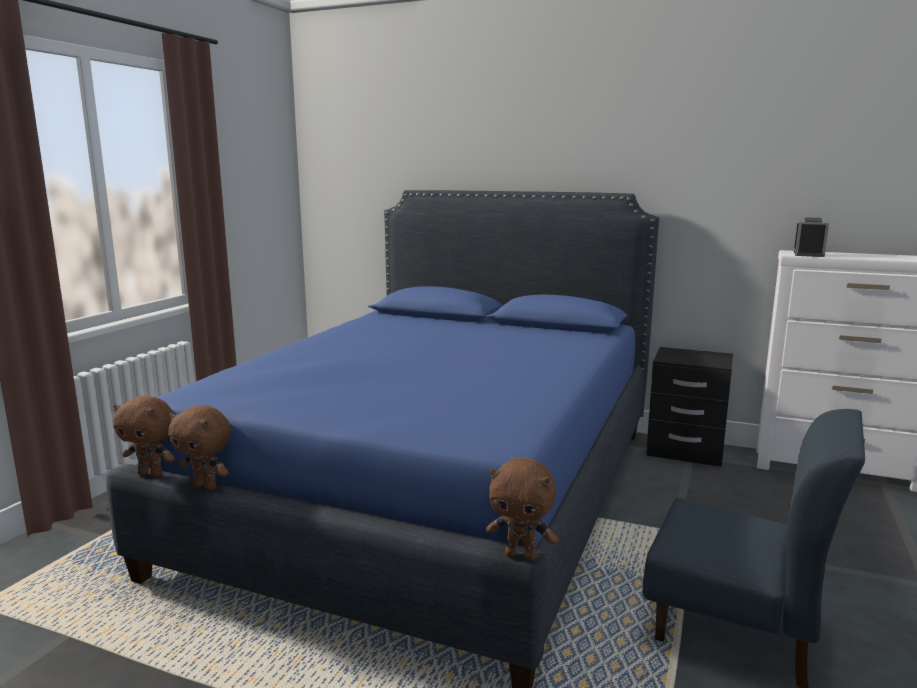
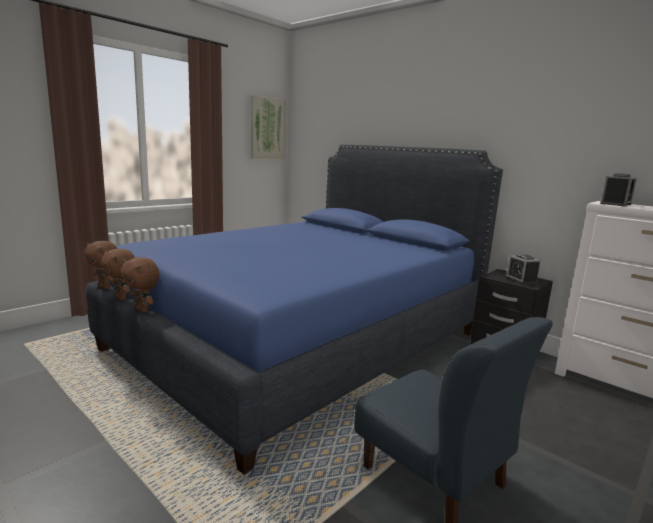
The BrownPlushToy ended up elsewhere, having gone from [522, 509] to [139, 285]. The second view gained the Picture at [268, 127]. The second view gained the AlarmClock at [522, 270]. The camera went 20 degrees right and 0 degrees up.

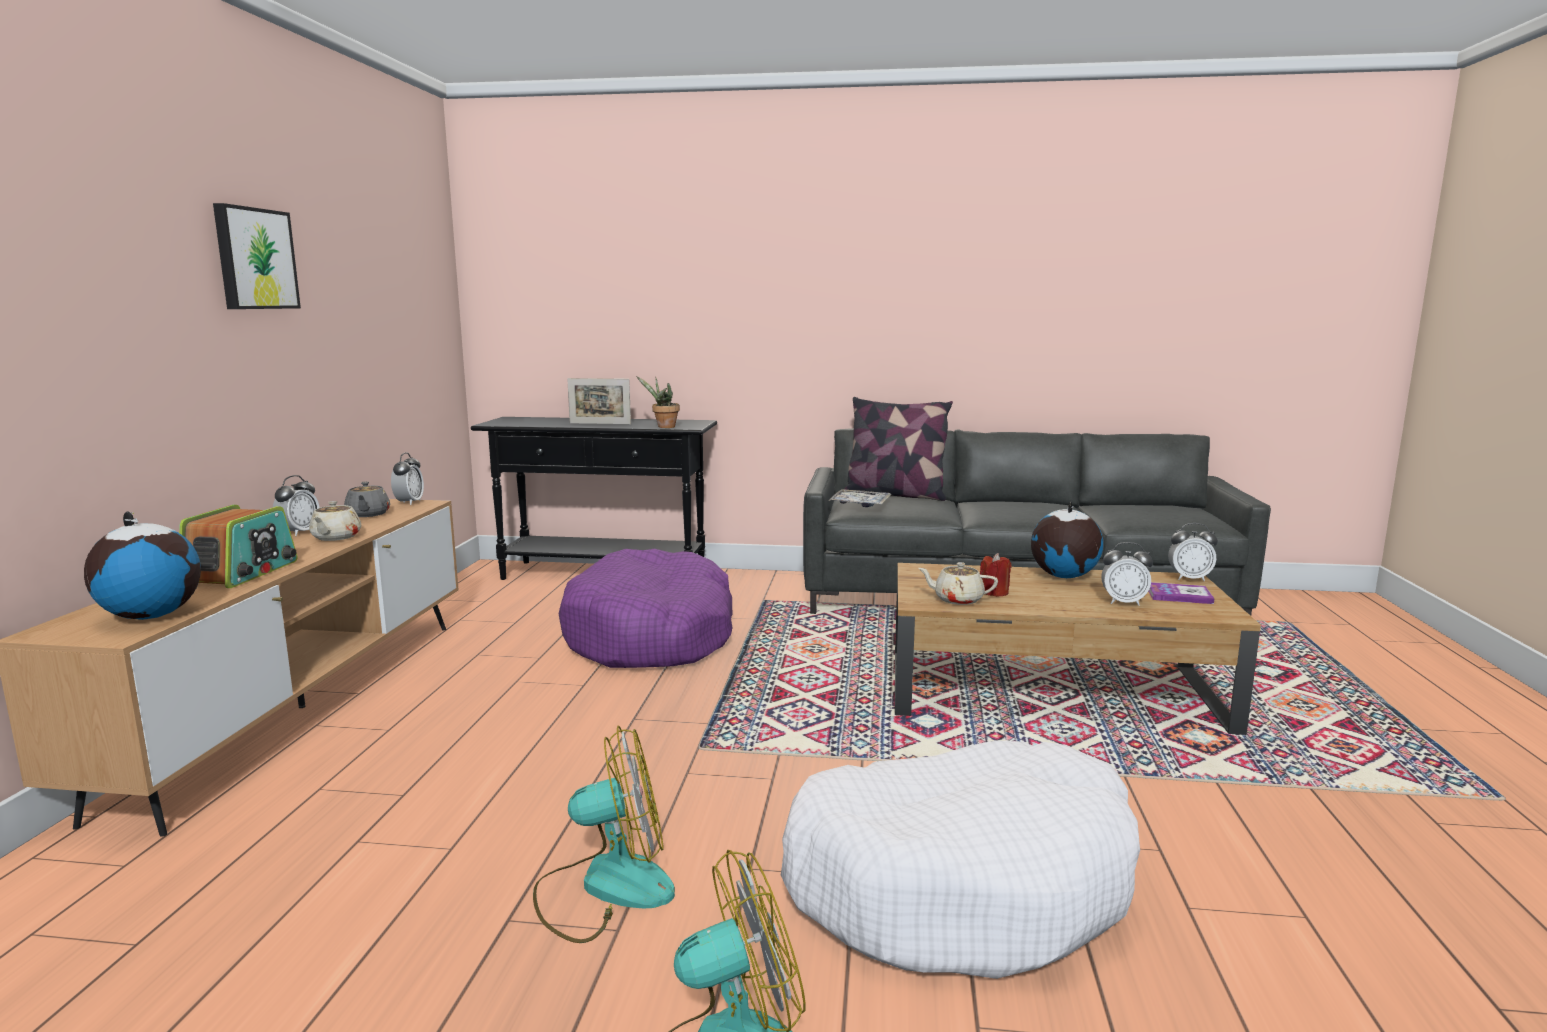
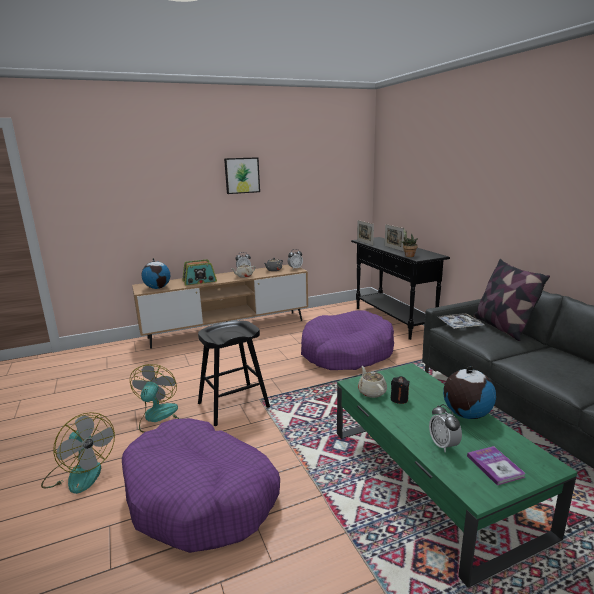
The Fan at [604, 834] ended up facing another way, 135 degrees counterclockwise from before. What was the WhiteDogBed at [960, 860] turned into the PurpleDogBed at [201, 485]. What was the BrownCoffeeTable at [1078, 649] turned into the GreenCoffeeTable at [457, 475]. What was the RedCandle at [995, 575] turned into the BlackCandle at [400, 390]. The second view lost the AlarmClock at [1193, 552]. The second view gained the BlackStool at [234, 373]. The second view gained the PictureFrame at [365, 232]. The camera went 60 degrees right and 5 degrees up.

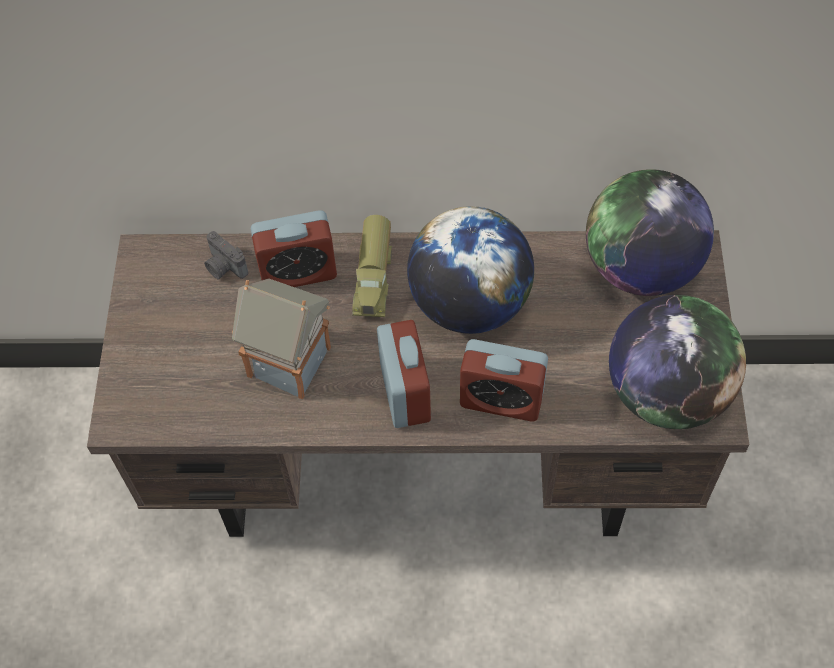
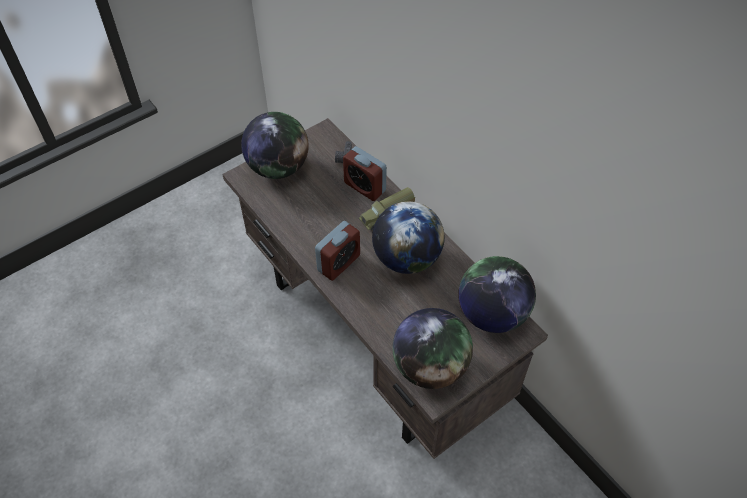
The second view lost the ToyHouse at [281, 338]. The second view lost the AlarmClock at [504, 380]. The second view gained the Globe at [275, 145]. The camera went 50 degrees right and 5 degrees down.

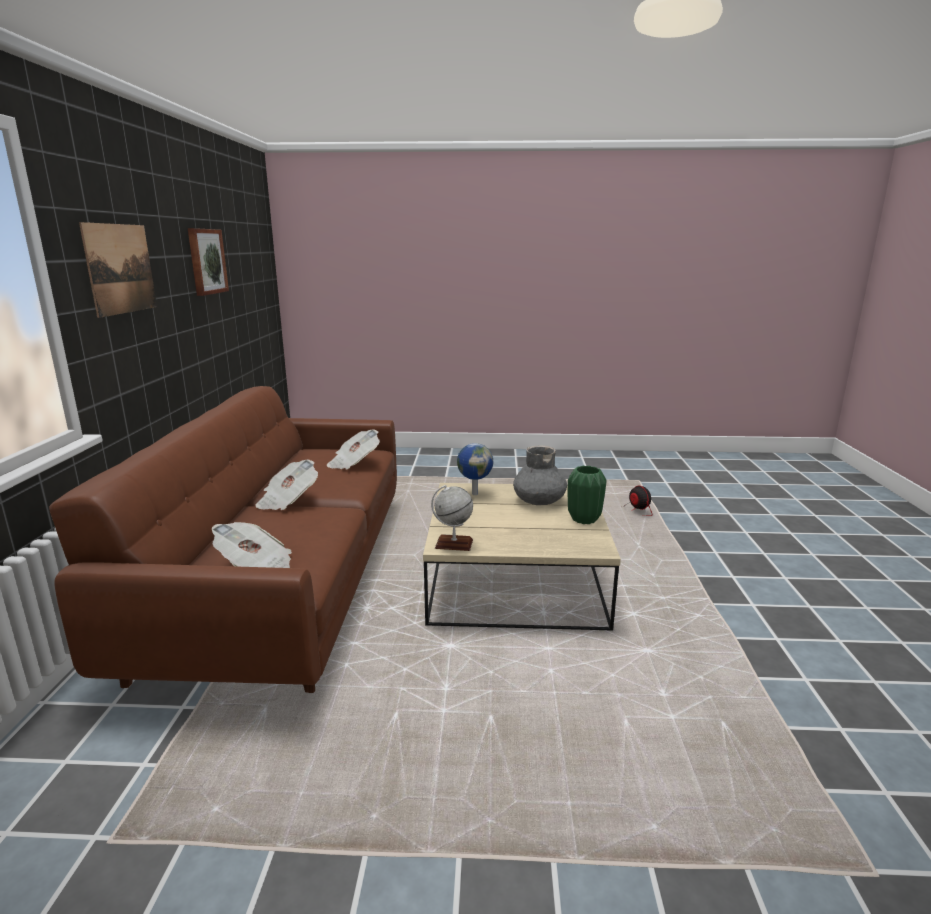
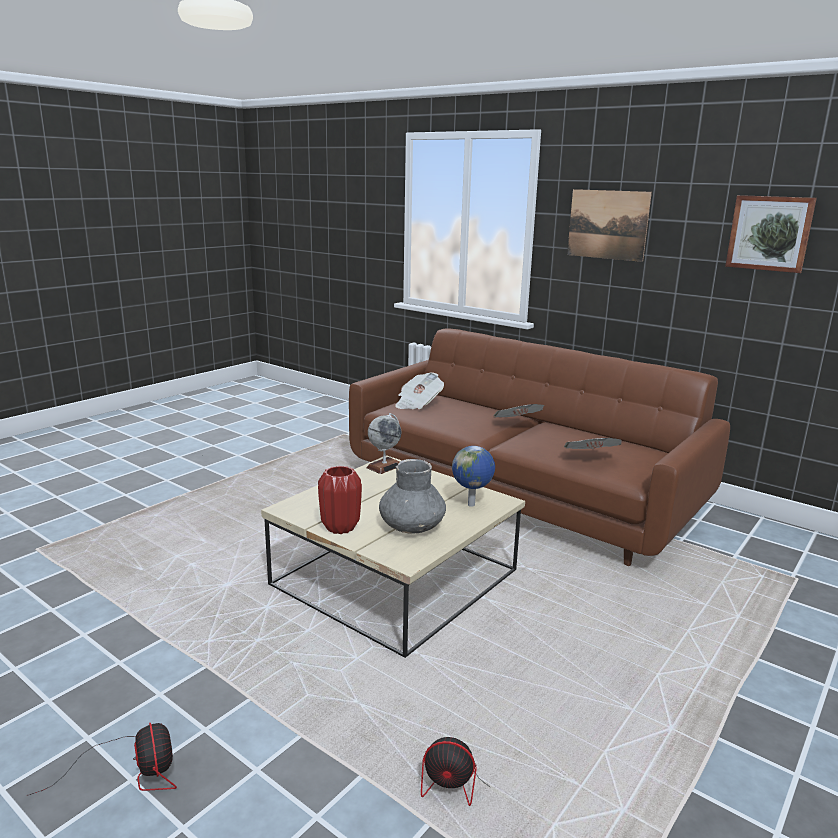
What was the GreenVase at [587, 495] turned into the RedVase at [340, 500]. The second view gained the Fan at [103, 759]. The camera went 125 degrees right and 0 degrees up.

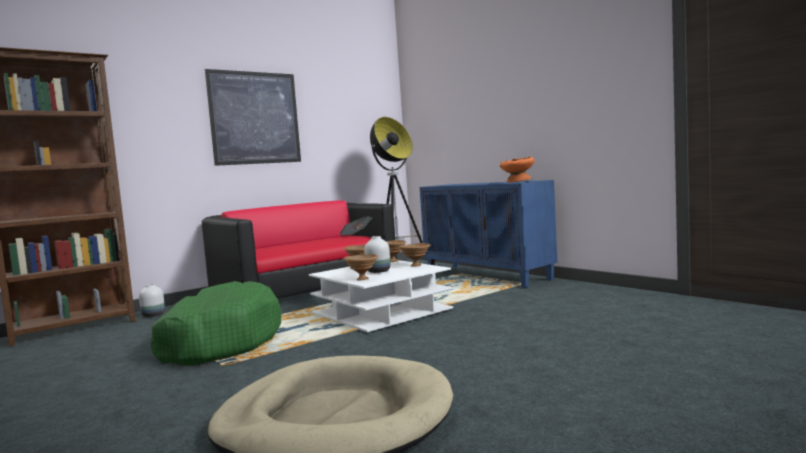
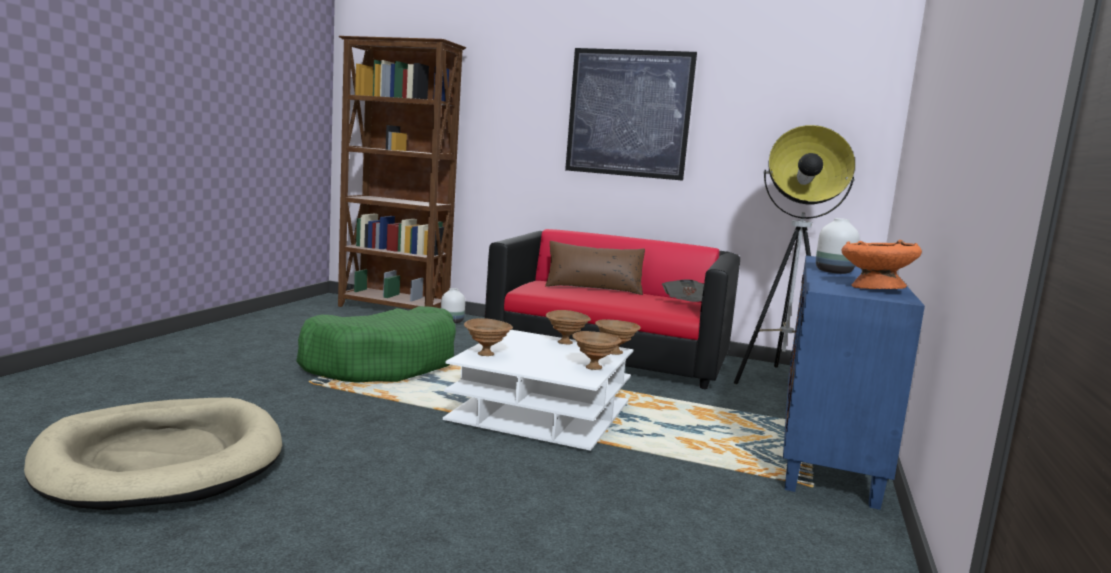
The WhiteVase ended up elsewhere, having gone from [377, 254] to [838, 246]. The second view gained the BrownPillow at [595, 268]. The camera went 55 degrees right and 5 degrees up.

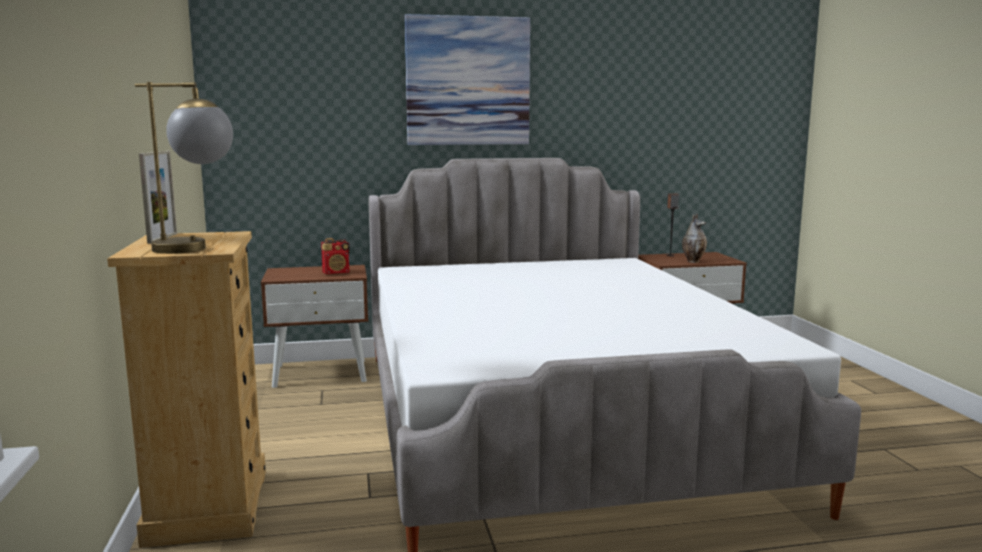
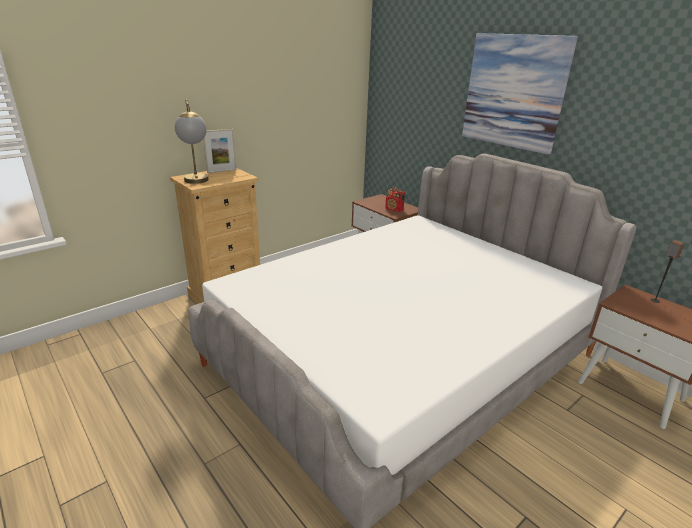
The second view lost the Vase at [694, 238]. The camera went 60 degrees right and 15 degrees up.

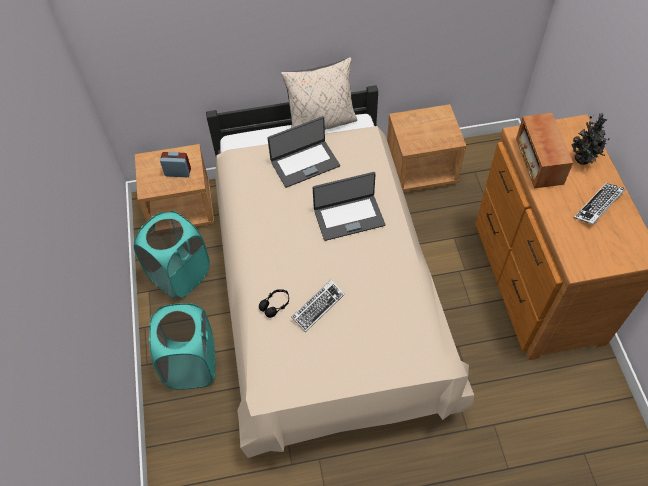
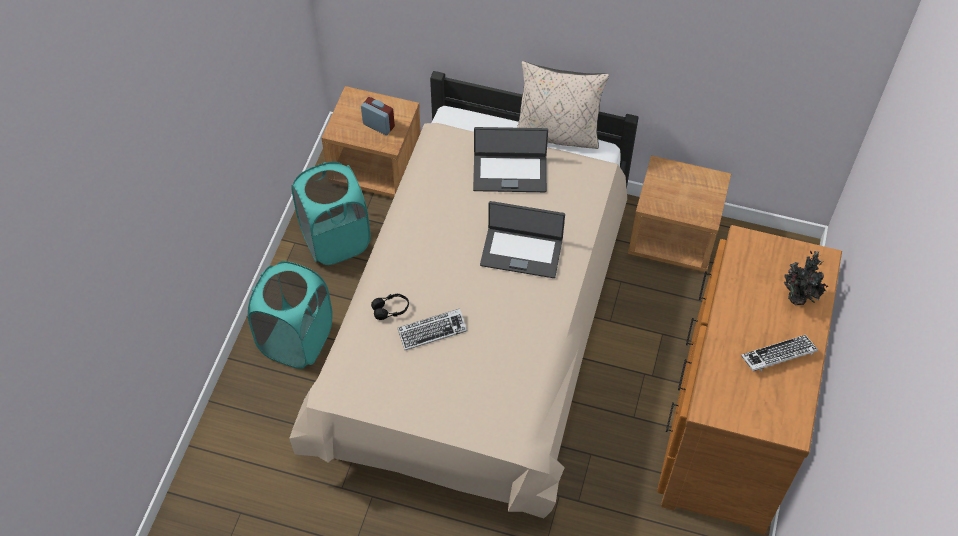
The second view lost the Radio at [544, 150]. The camera went 25 degrees right and 0 degrees up.

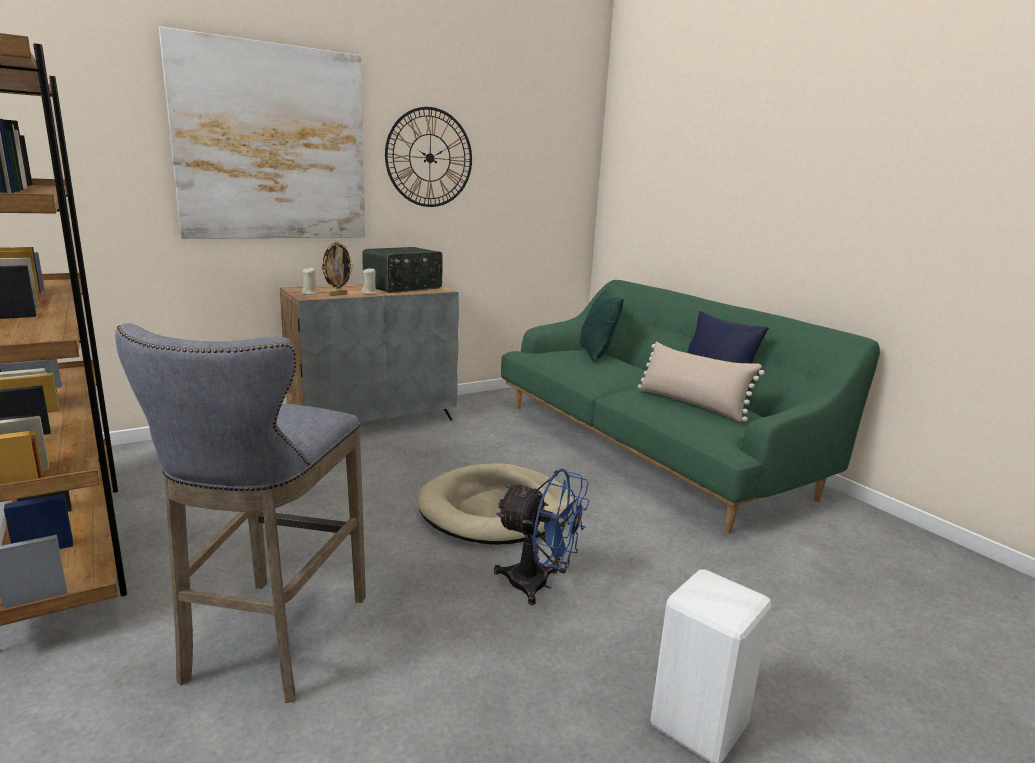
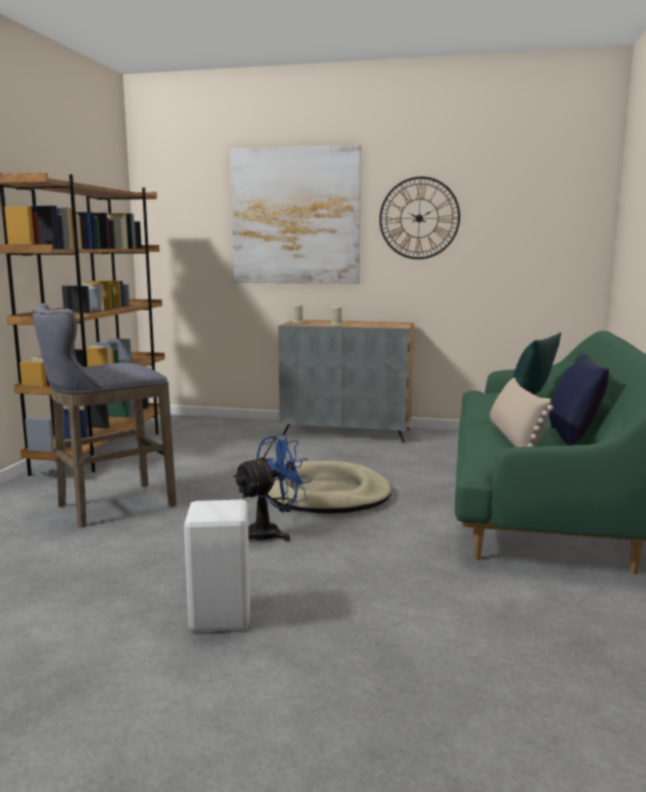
The second view lost the PictureFrame at [338, 268]. The second view lost the Radio at [402, 270]. The BlueFan at [542, 537] ended up facing another way, 105 degrees counterclockwise from before. The camera went 45 degrees right and 5 degrees down.

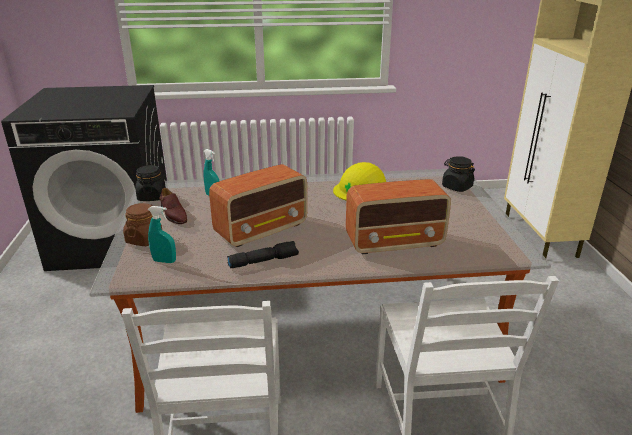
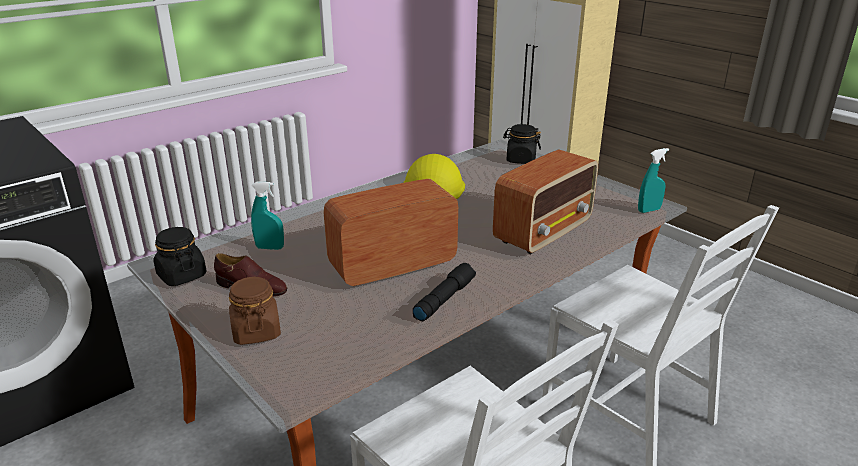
The TurquoiseSprayBottle ended up elsewhere, having gone from [162, 234] to [653, 180]. The Radio at [258, 205] ended up facing another way, 135 degrees counterclockwise from before. The camera went 35 degrees left and 0 degrees up.

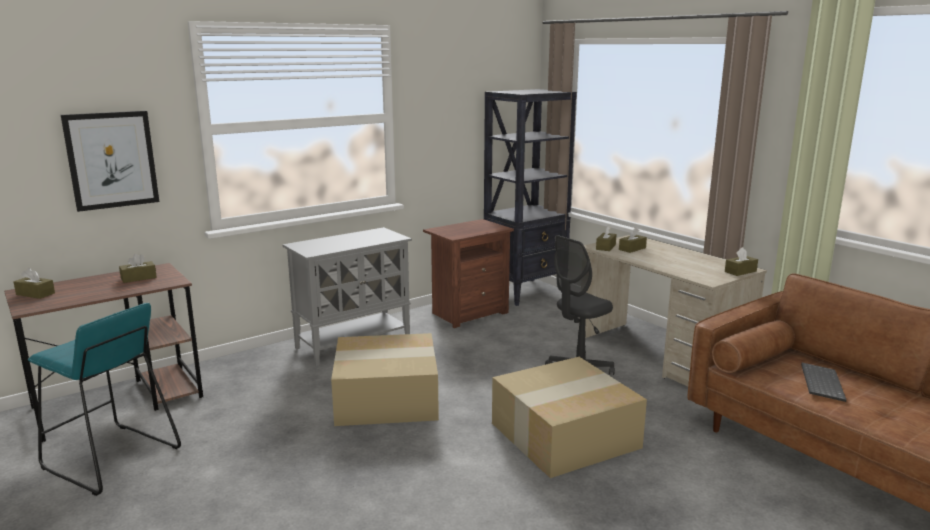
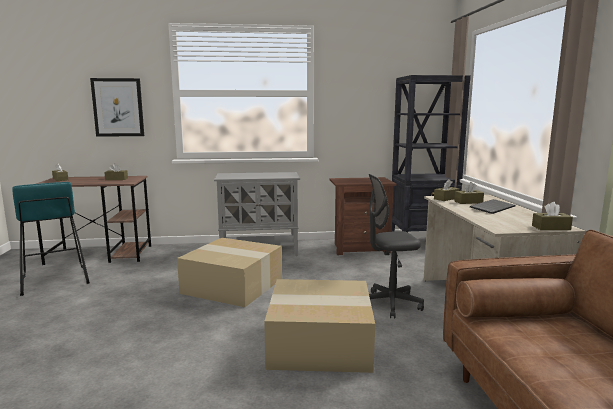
The Keyboard ended up elsewhere, having gone from [823, 382] to [493, 206]. The camera went 30 degrees right and 5 degrees down.

